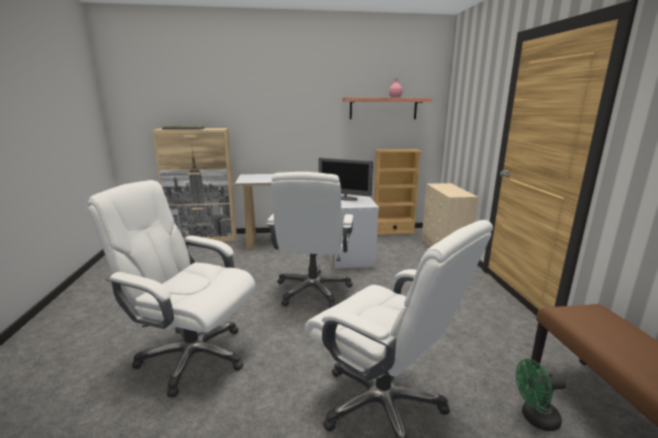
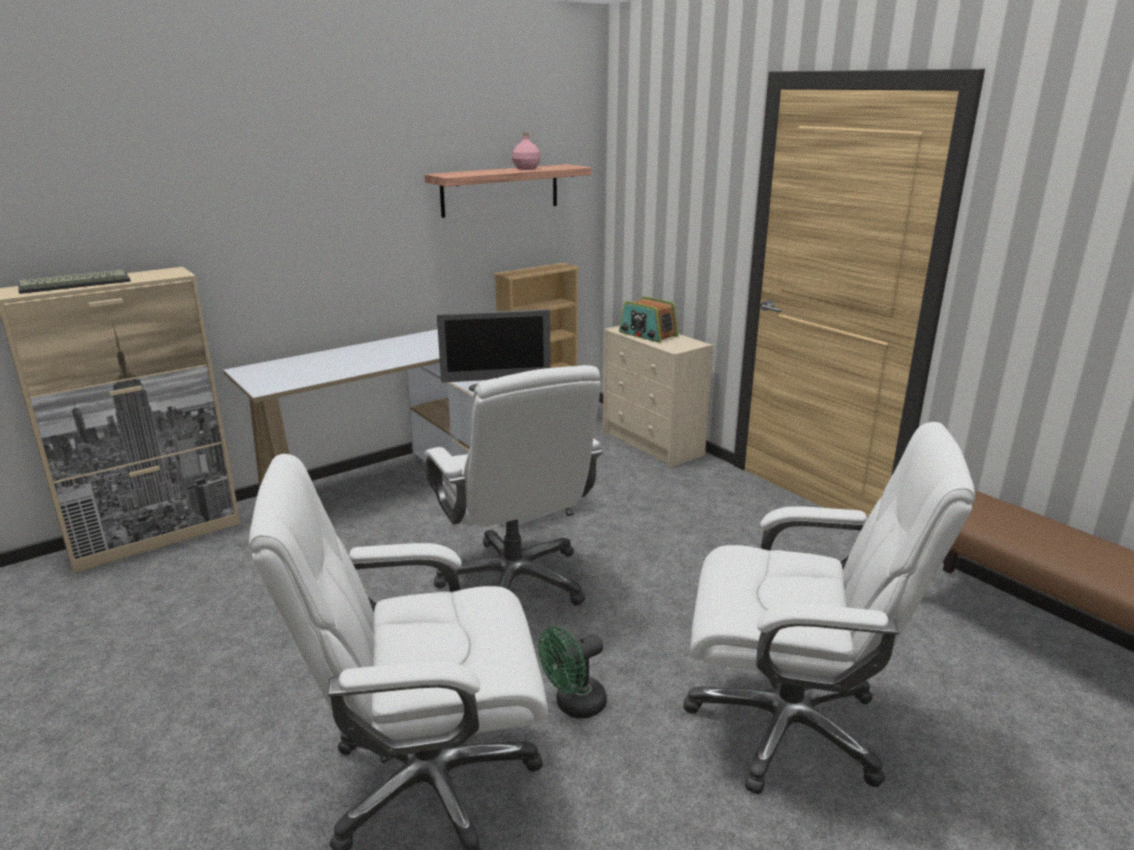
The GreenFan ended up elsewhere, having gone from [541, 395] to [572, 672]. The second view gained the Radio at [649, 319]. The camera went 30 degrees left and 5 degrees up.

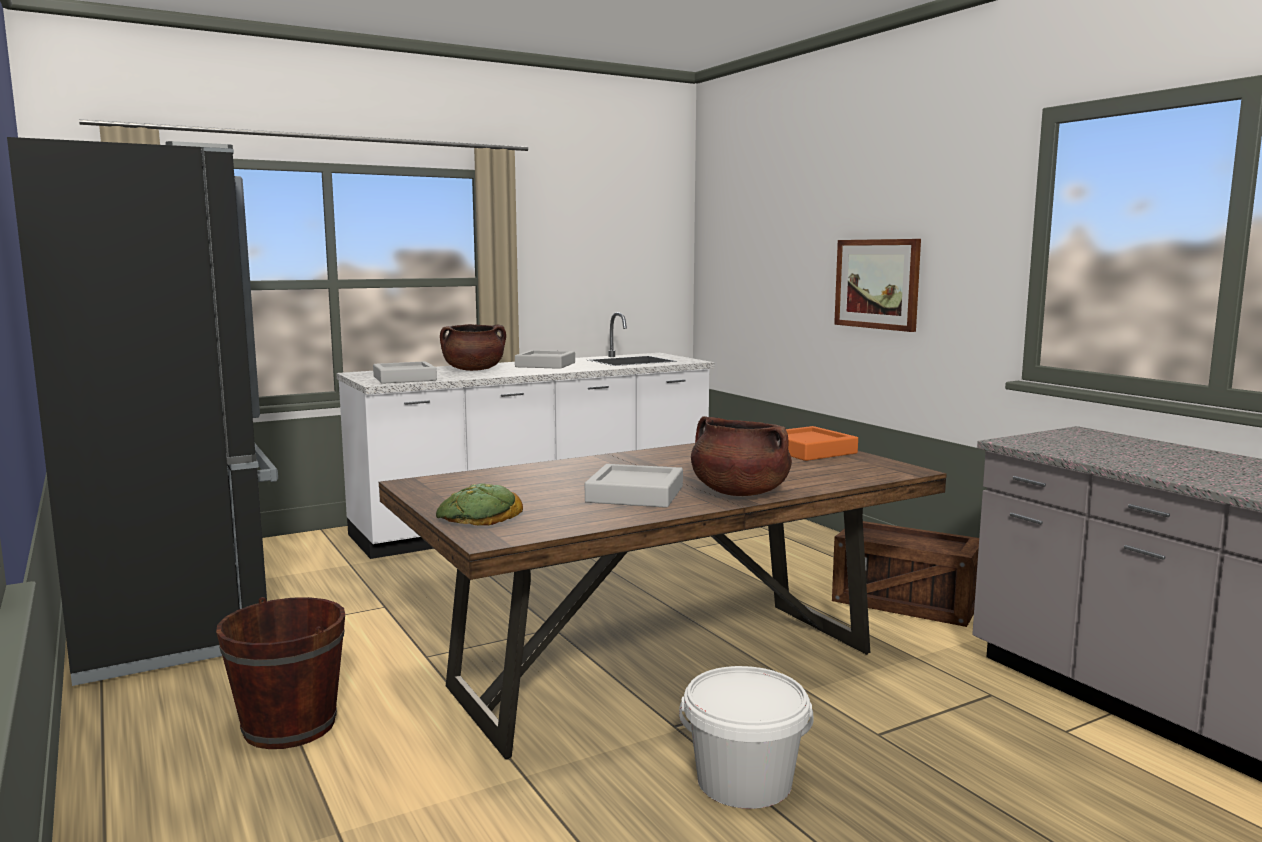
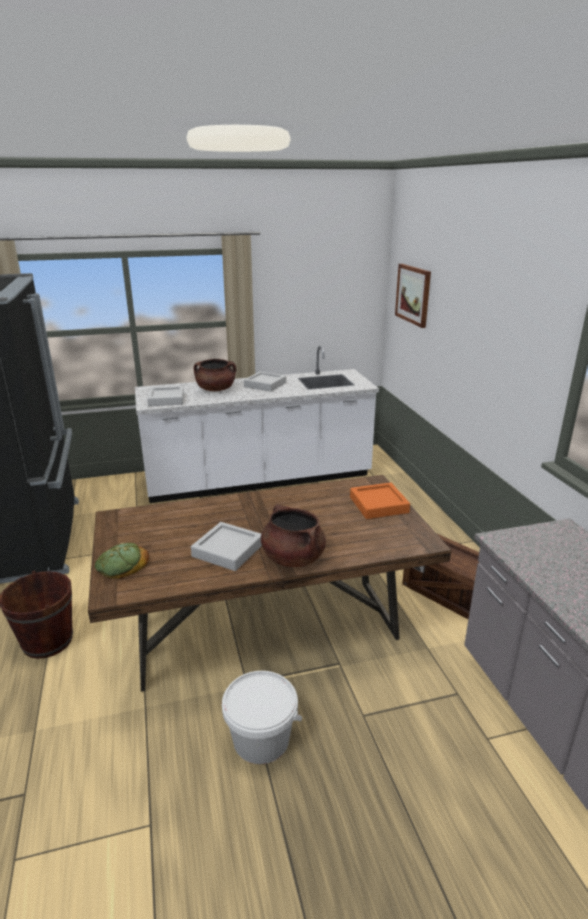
The Picture ended up elsewhere, having gone from [877, 285] to [413, 296]. The camera went 15 degrees right and 15 degrees up.

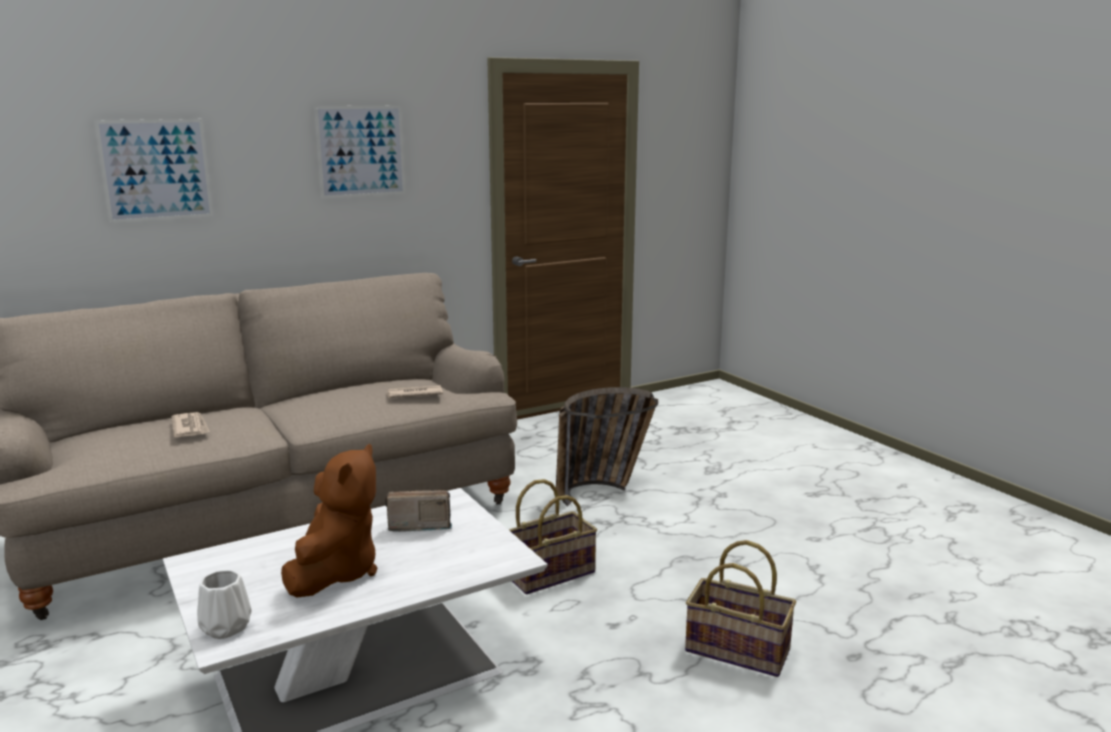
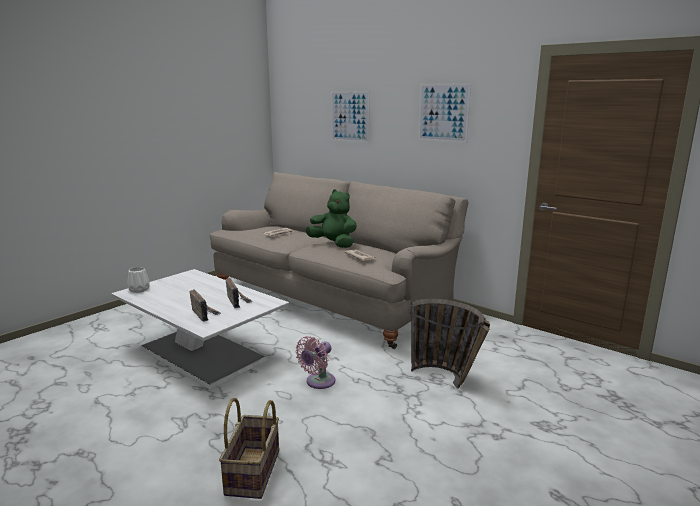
The second view lost the BrownPlushToy at [329, 521]. Where the Basket stood at [553, 537], the PinkFan came to stand at [315, 362]. The second view gained the Radio at [205, 305]. The second view gained the GreenPlushToy at [331, 218]. The camera went 70 degrees right and 0 degrees up.

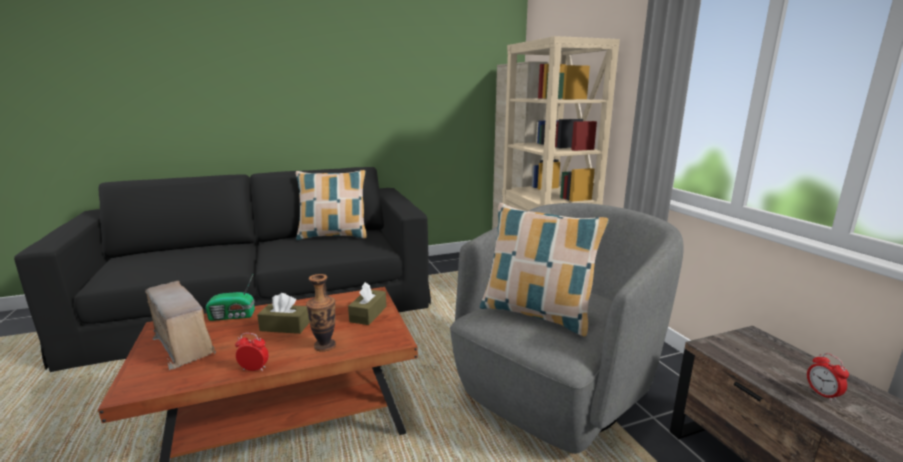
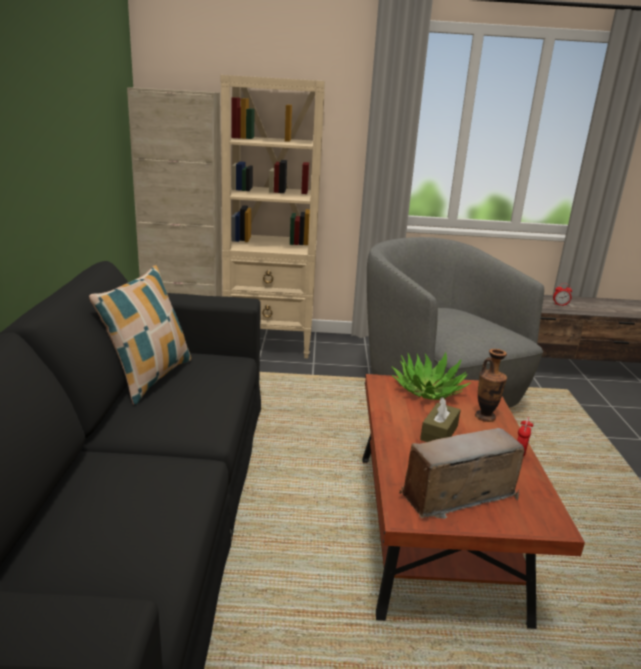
The second view lost the Radio at [230, 298]. Where the BrownTissueBox stood at [367, 303], the PottedPlant came to stand at [431, 376]. The second view lost the Pillow at [544, 270]. The camera went 70 degrees left and 5 degrees up.

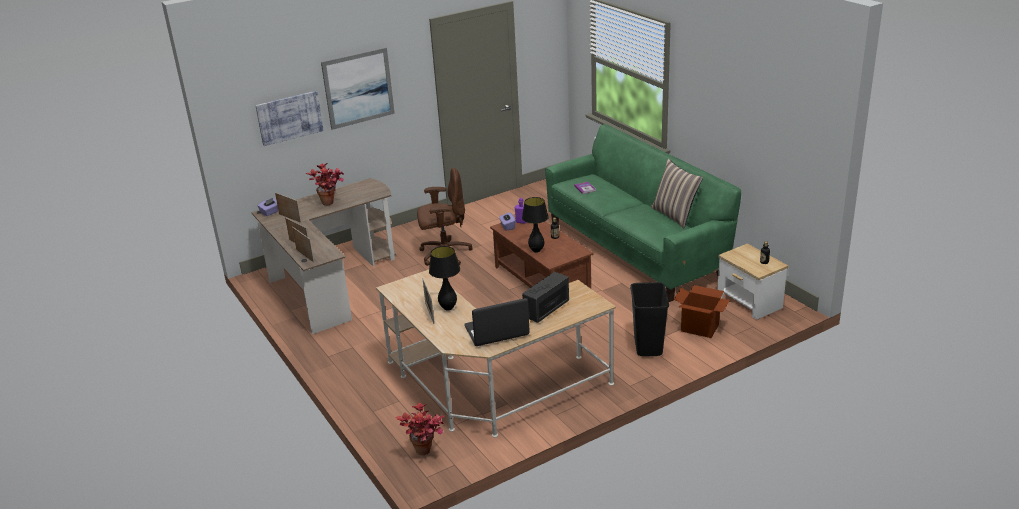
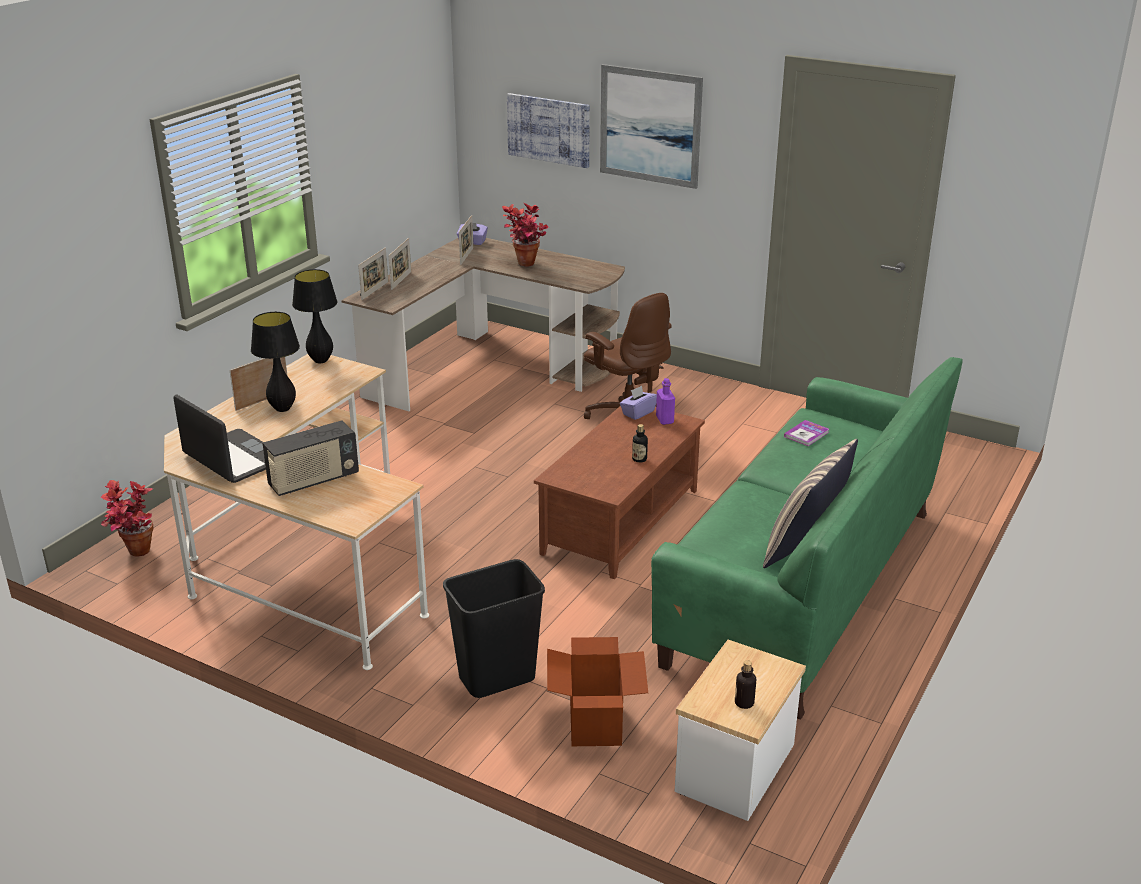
The BlackTableLamp ended up elsewhere, having gone from [535, 225] to [314, 316]. The Radio at [545, 297] ended up facing another way, 135 degrees clockwise from before. The camera went 60 degrees right and 0 degrees up.

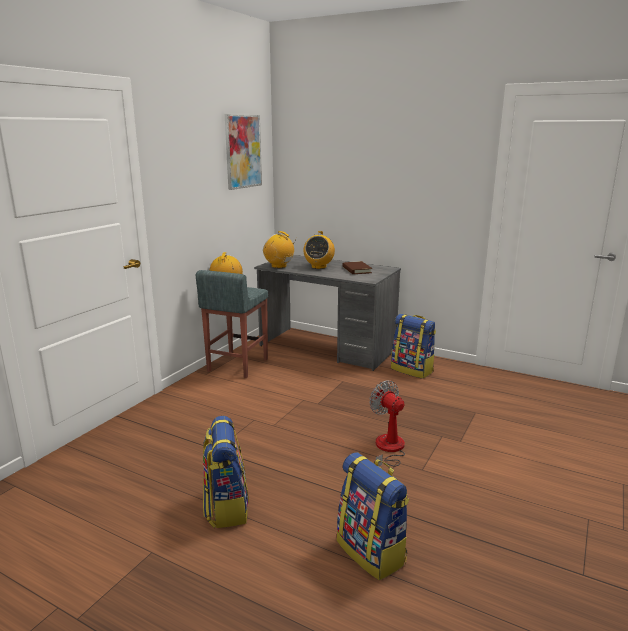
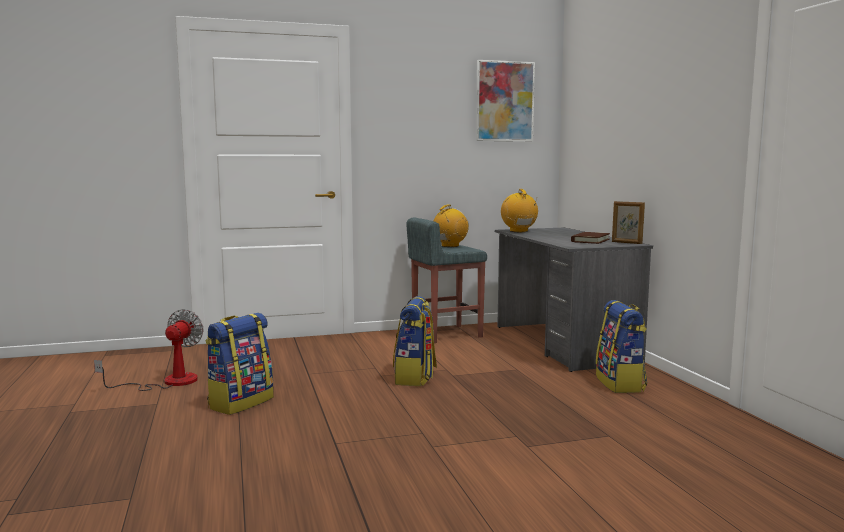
The second view lost the Radio at [319, 250]. The Backpack ended up elsewhere, having gone from [373, 516] to [415, 341]. The Fan ended up elsewhere, having gone from [387, 423] to [148, 350]. The second view gained the PictureFrame at [628, 222]. The camera went 45 degrees right and 10 degrees down.

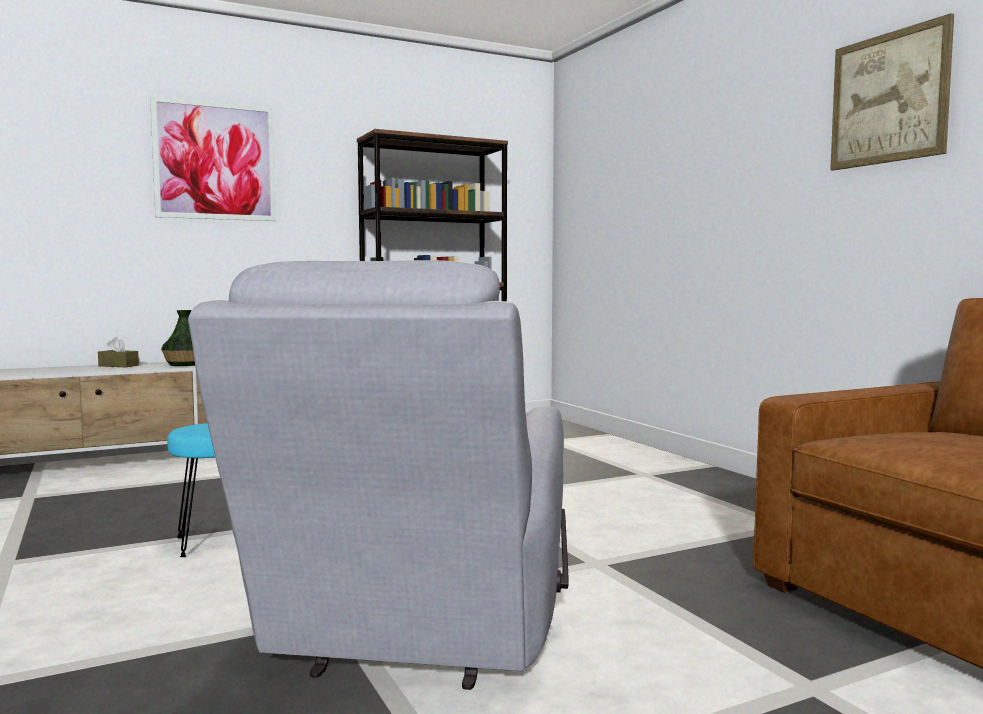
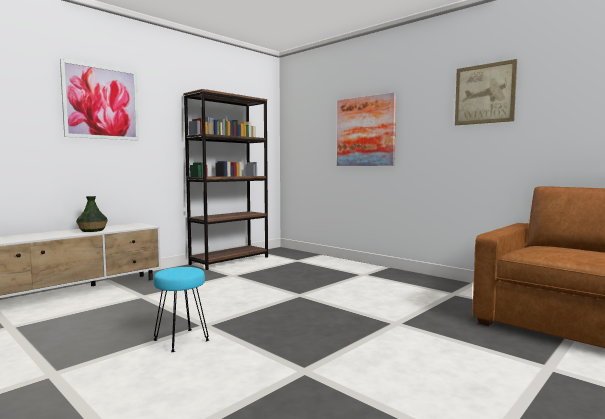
The second view lost the BrownTissueBox at [118, 352]. The second view lost the GreyArmchair at [378, 475]. The second view gained the Picture at [366, 129]. The camera went 20 degrees left and 0 degrees up.

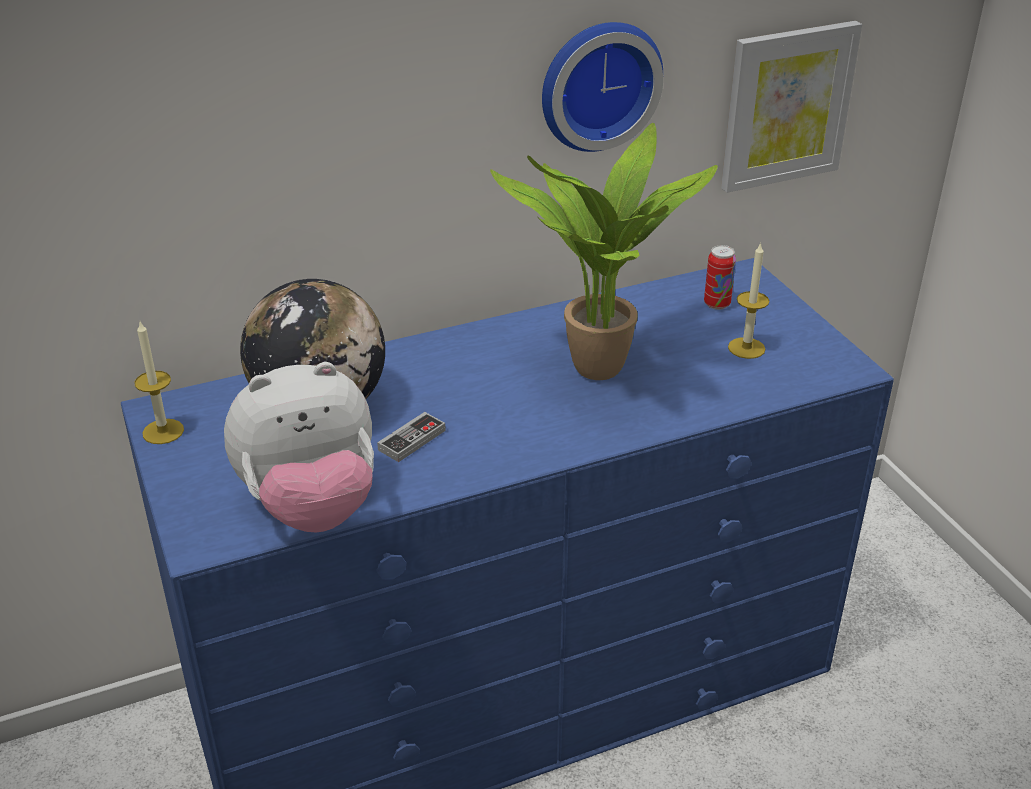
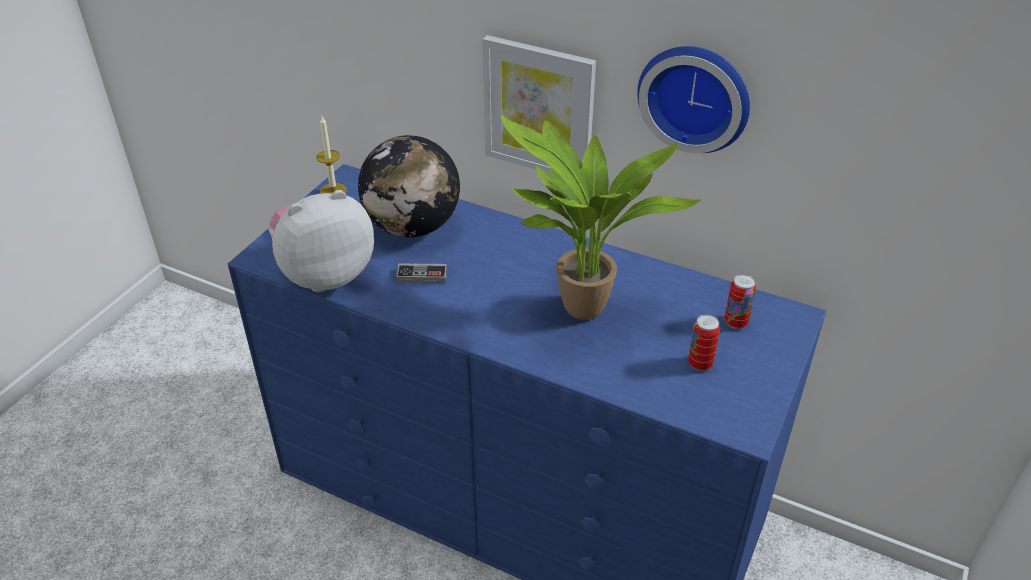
The PlushToy at [299, 447] ended up facing another way, 120 degrees clockwise from before. The Picture ended up elsewhere, having gone from [791, 107] to [539, 104]. Where the Candle stood at [748, 300], the Can came to stand at [704, 342]. The camera went 50 degrees right and 5 degrees up.

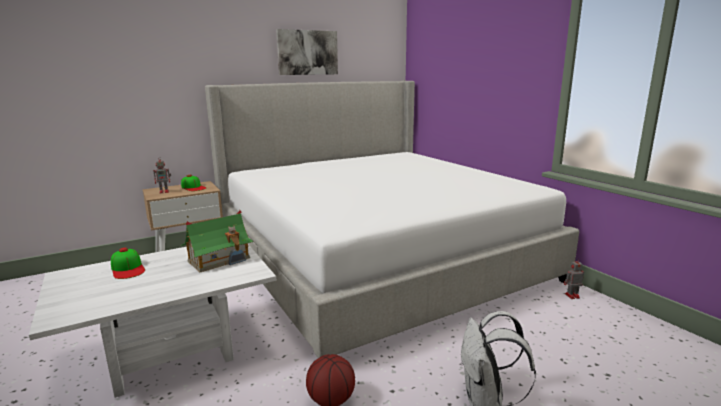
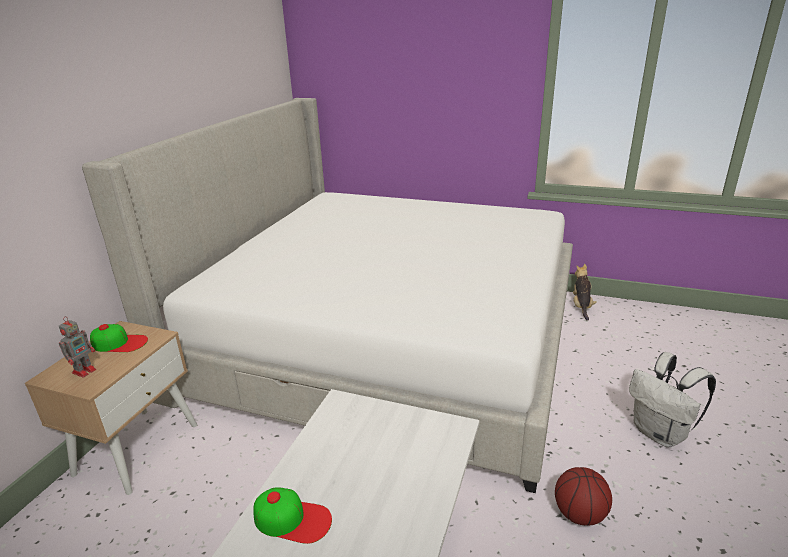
The second view lost the ToyHouse at [217, 241]. The second view lost the Picture at [307, 52]. Where the ToyRobot stood at [574, 278], the PlushToy came to stand at [585, 292]. The camera went 40 degrees left and 10 degrees up.

